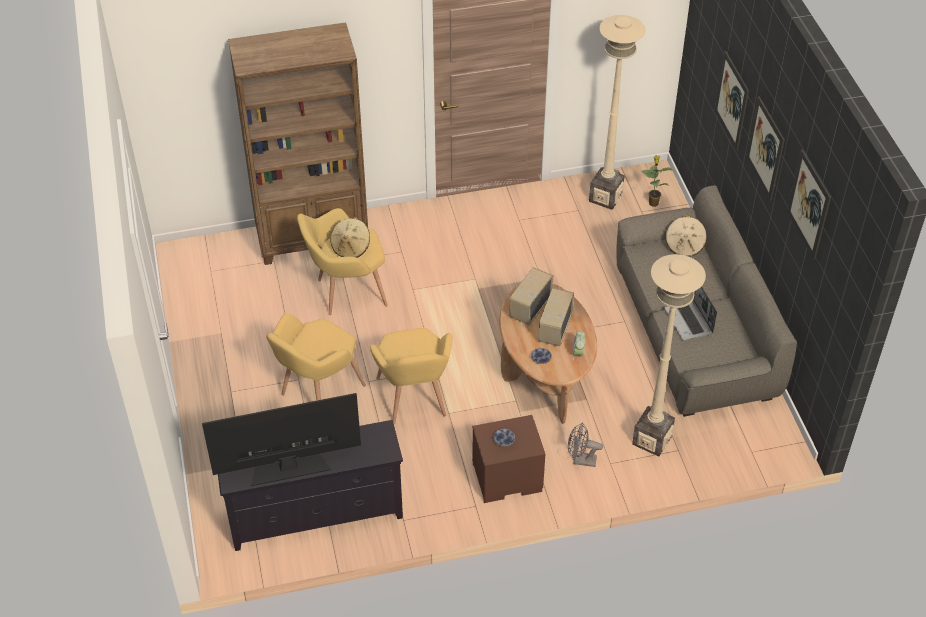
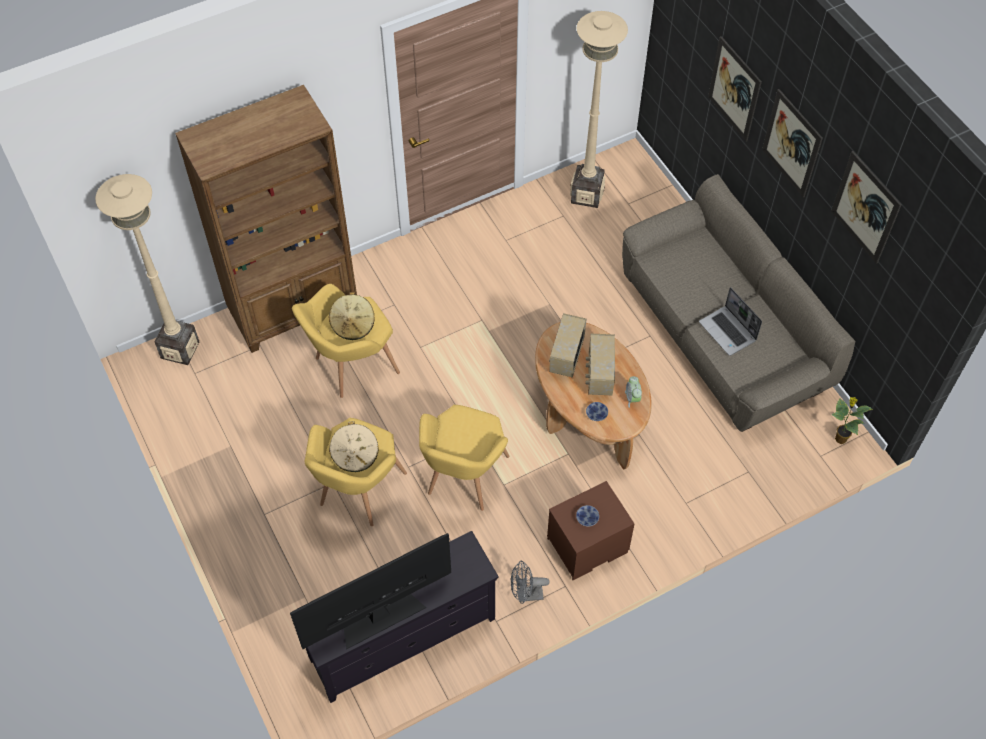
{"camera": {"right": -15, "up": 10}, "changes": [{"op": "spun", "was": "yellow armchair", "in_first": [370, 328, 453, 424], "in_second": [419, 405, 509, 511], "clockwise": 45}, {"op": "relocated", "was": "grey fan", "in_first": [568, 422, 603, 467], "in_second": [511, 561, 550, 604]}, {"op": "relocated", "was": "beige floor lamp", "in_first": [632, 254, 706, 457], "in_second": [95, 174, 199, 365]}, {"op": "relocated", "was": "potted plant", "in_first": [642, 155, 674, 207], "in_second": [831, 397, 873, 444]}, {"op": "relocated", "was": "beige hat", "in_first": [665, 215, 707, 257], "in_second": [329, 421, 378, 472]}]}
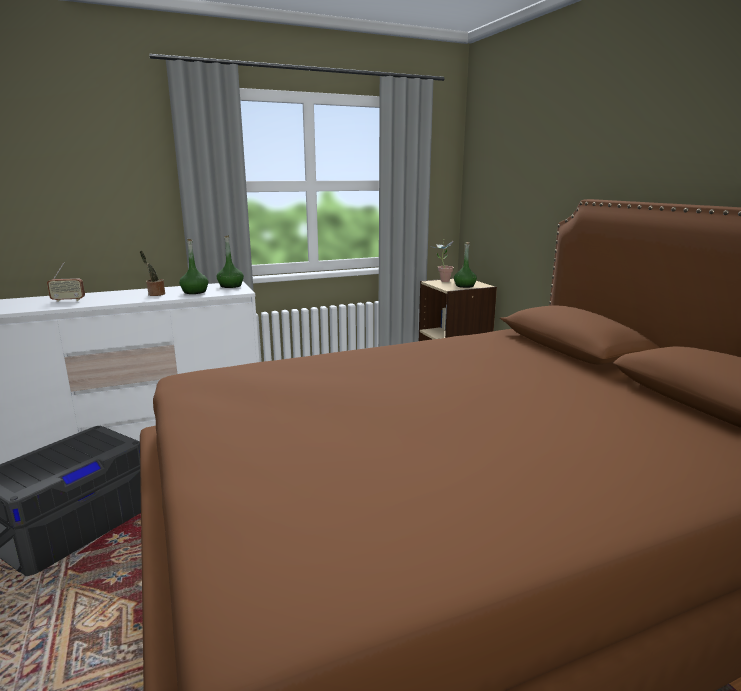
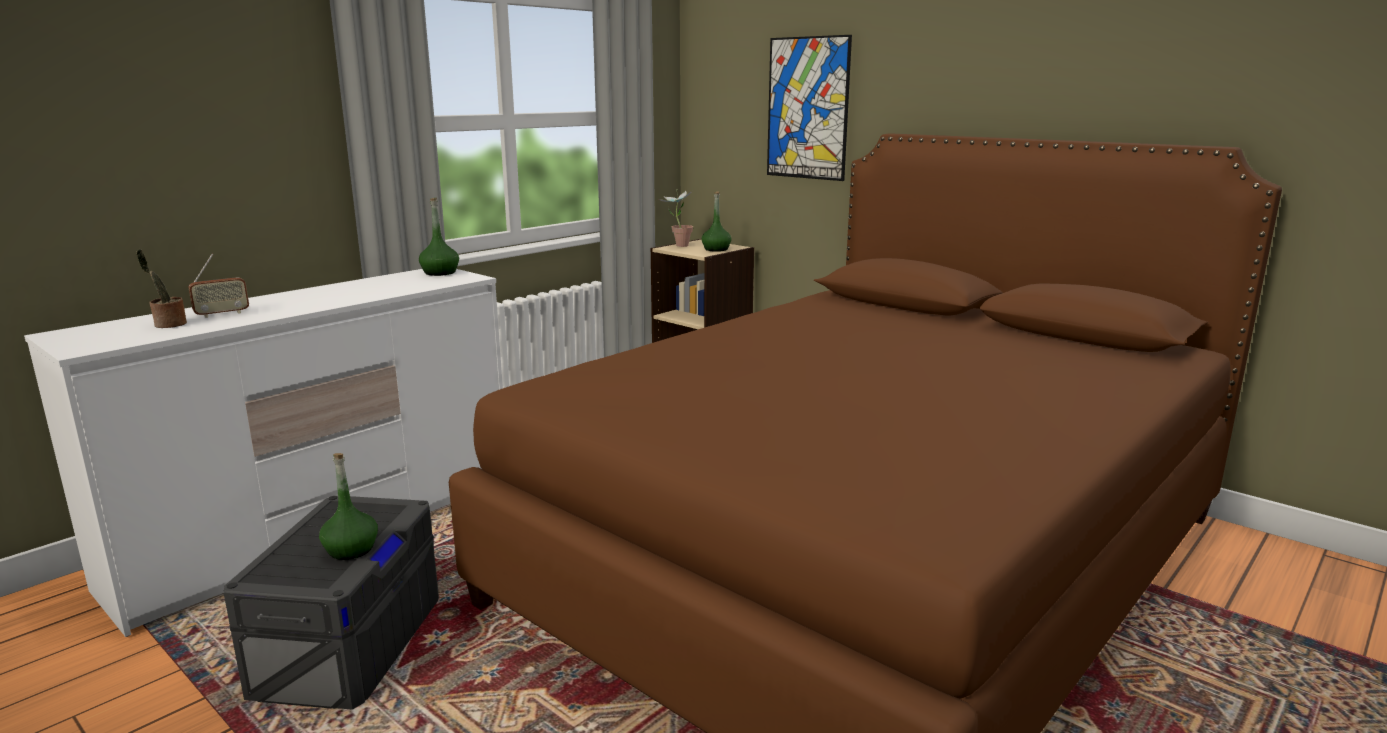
{"camera": {"right": -25, "up": 0}, "changes": [{"op": "relocated", "was": "potted plant", "in_first": [140, 250, 165, 296], "in_second": [136, 249, 187, 328]}, {"op": "relocated", "was": "green bottle", "in_first": [179, 239, 208, 294], "in_second": [319, 453, 378, 560]}, {"op": "appeared", "now": "picture", "in_second": [767, 35, 852, 181]}]}
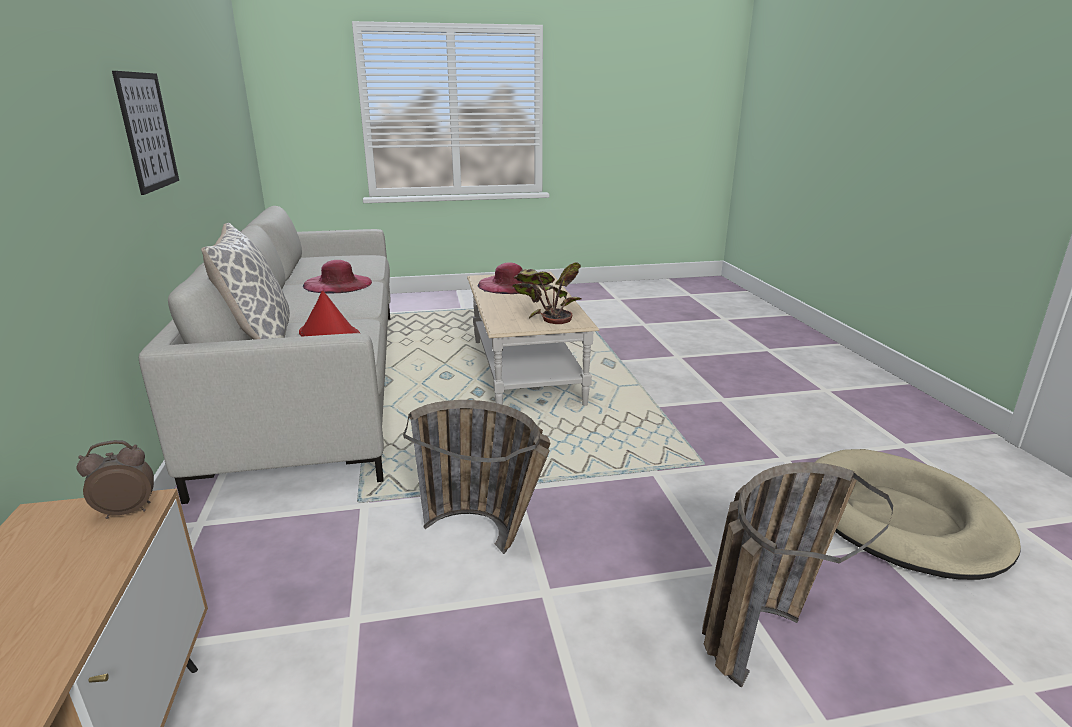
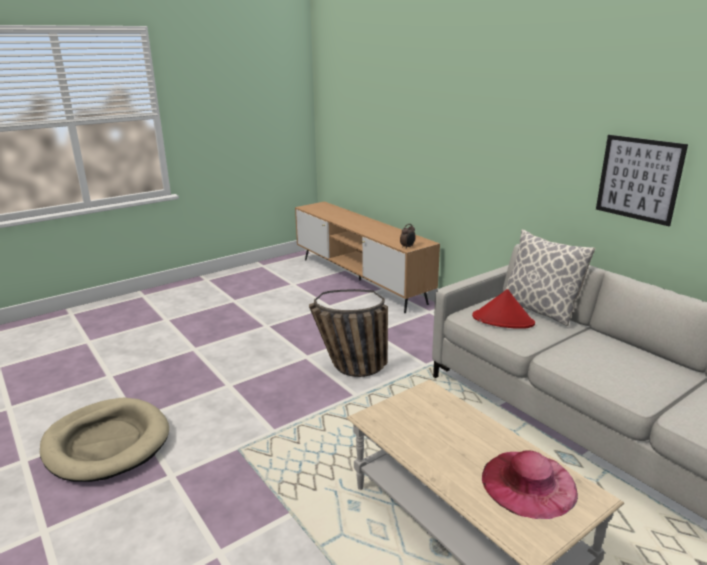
{"camera": {"right": 155, "up": 0}, "changes": [{"op": "missing", "was": "pink hat", "in_first": [303, 260, 372, 294]}, {"op": "missing", "was": "potted plant", "in_first": [512, 262, 581, 324]}, {"op": "missing", "was": "basket", "in_first": [702, 462, 893, 687]}]}
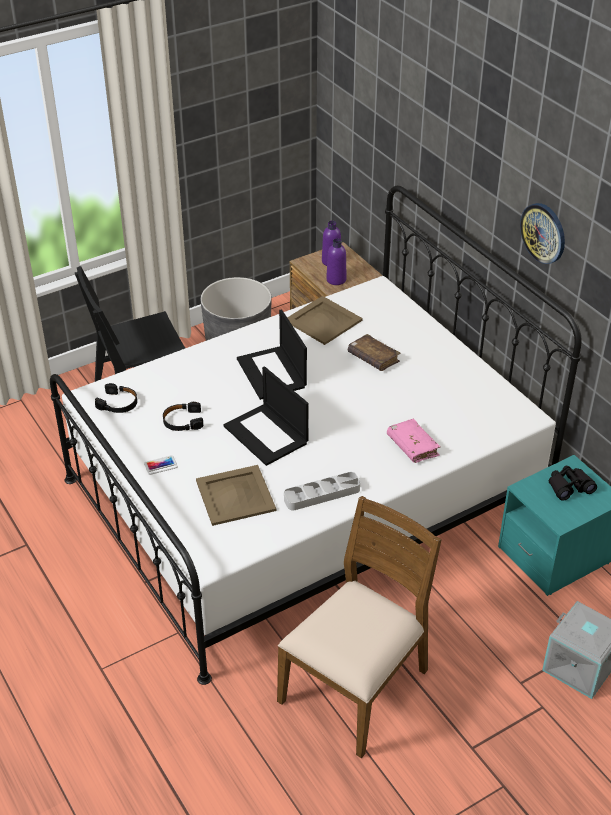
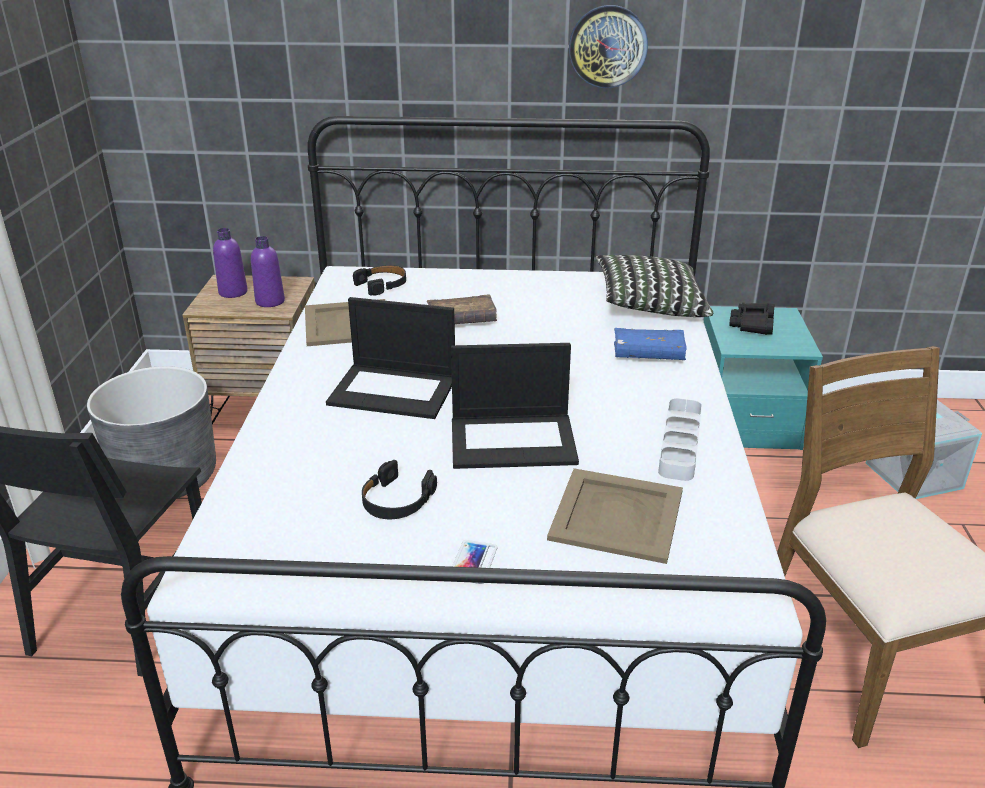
{"camera": {"right": -55, "up": -10}, "changes": [{"op": "relocated", "was": "black headphones", "in_first": [95, 383, 137, 413], "in_second": [353, 265, 406, 296]}, {"op": "colour", "was": "pink book", "now": "blue book", "in_first": [387, 419, 441, 463], "in_second": [614, 328, 687, 360]}, {"op": "appeared", "now": "pillow", "in_second": [596, 255, 713, 317]}]}
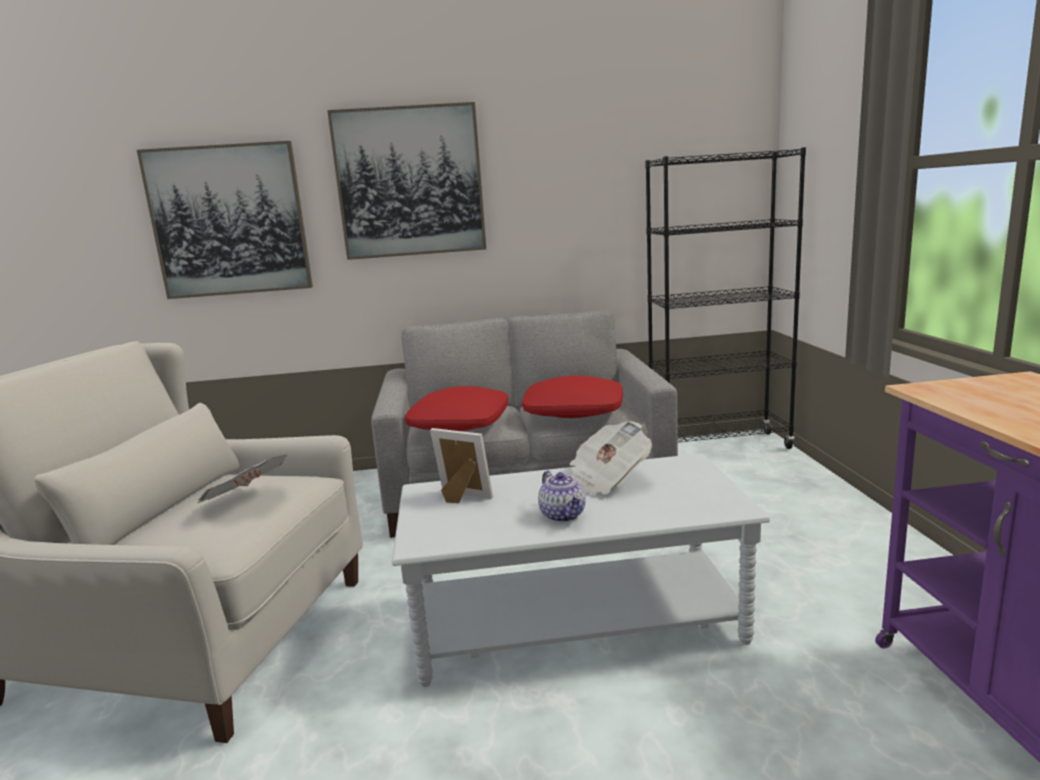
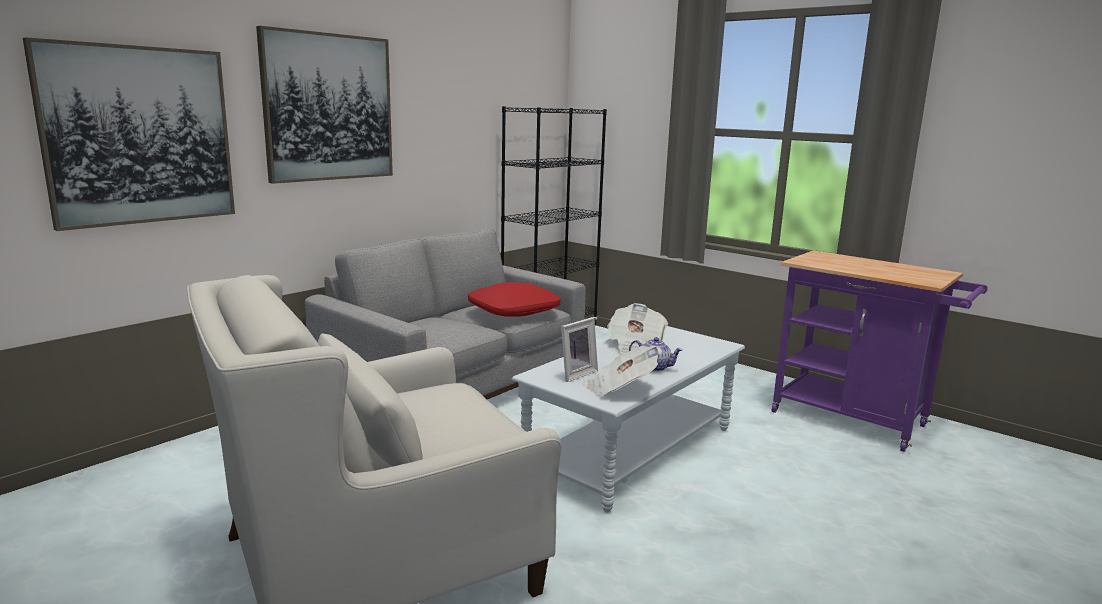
{"camera": {"right": -45, "up": 0}, "changes": [{"op": "relocated", "was": "newspaper", "in_first": [197, 454, 287, 503], "in_second": [583, 346, 662, 396]}, {"op": "missing", "was": "red pillow", "in_first": [405, 386, 508, 431]}, {"op": "spun", "was": "picture frame", "in_first": [430, 428, 493, 503], "in_second": [561, 317, 598, 382], "clockwise": 150}]}
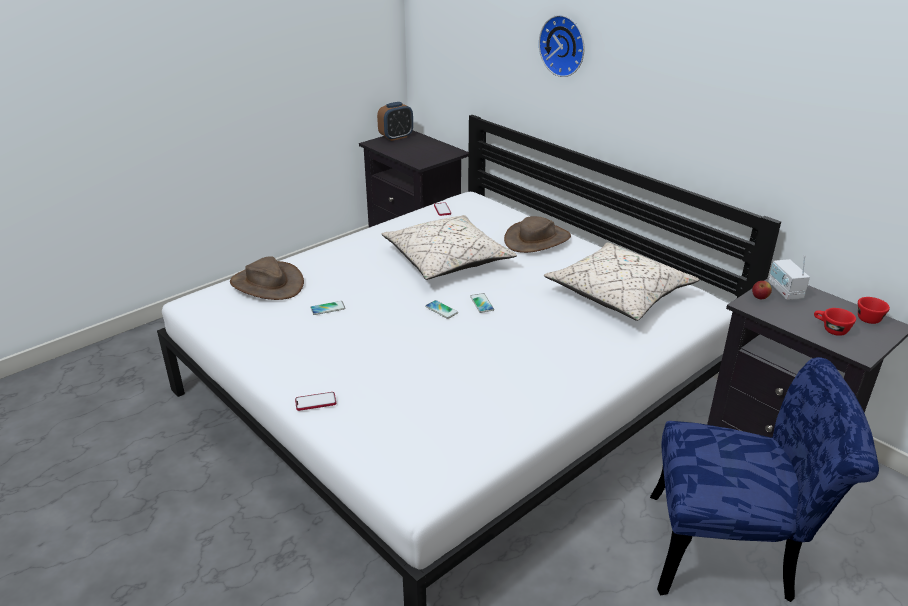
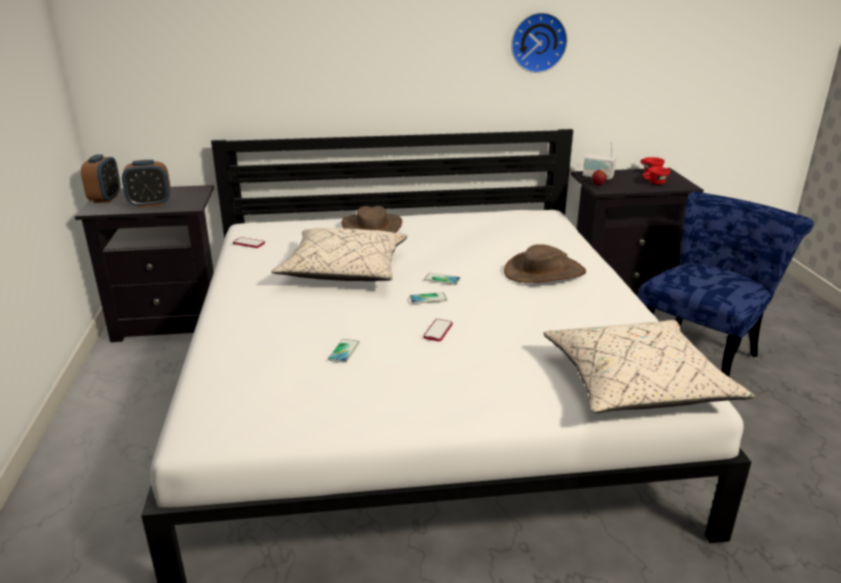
{"camera": {"right": -55, "up": -5}, "changes": [{"op": "relocated", "was": "brown hat", "in_first": [230, 256, 304, 300], "in_second": [504, 244, 586, 283]}, {"op": "relocated", "was": "phone", "in_first": [295, 392, 336, 411], "in_second": [423, 319, 453, 341]}, {"op": "relocated", "was": "wall clock", "in_first": [539, 15, 584, 77], "in_second": [511, 12, 568, 73]}, {"op": "relocated", "was": "beige pillow", "in_first": [544, 242, 700, 321], "in_second": [543, 320, 754, 413]}, {"op": "appeared", "now": "alarm clock", "in_second": [122, 160, 171, 208]}]}
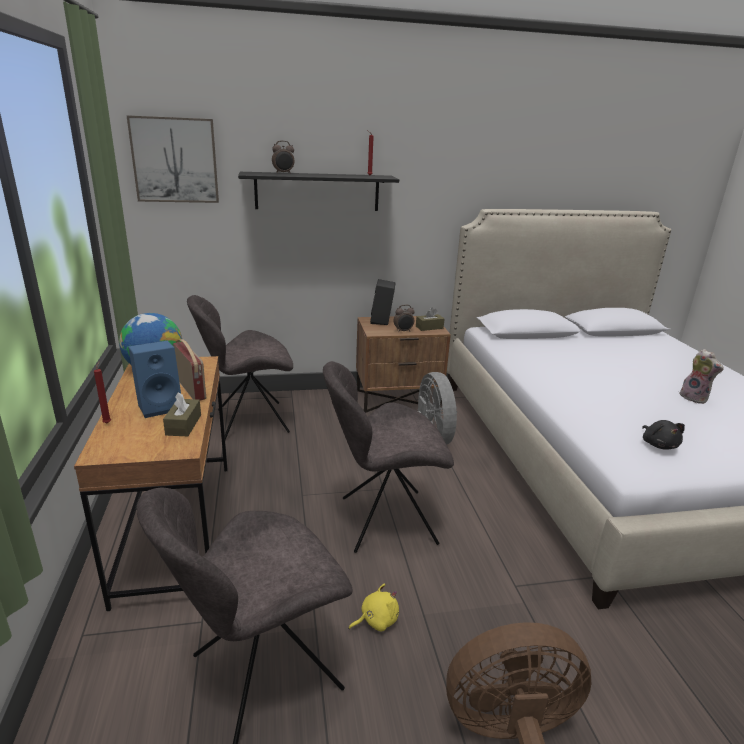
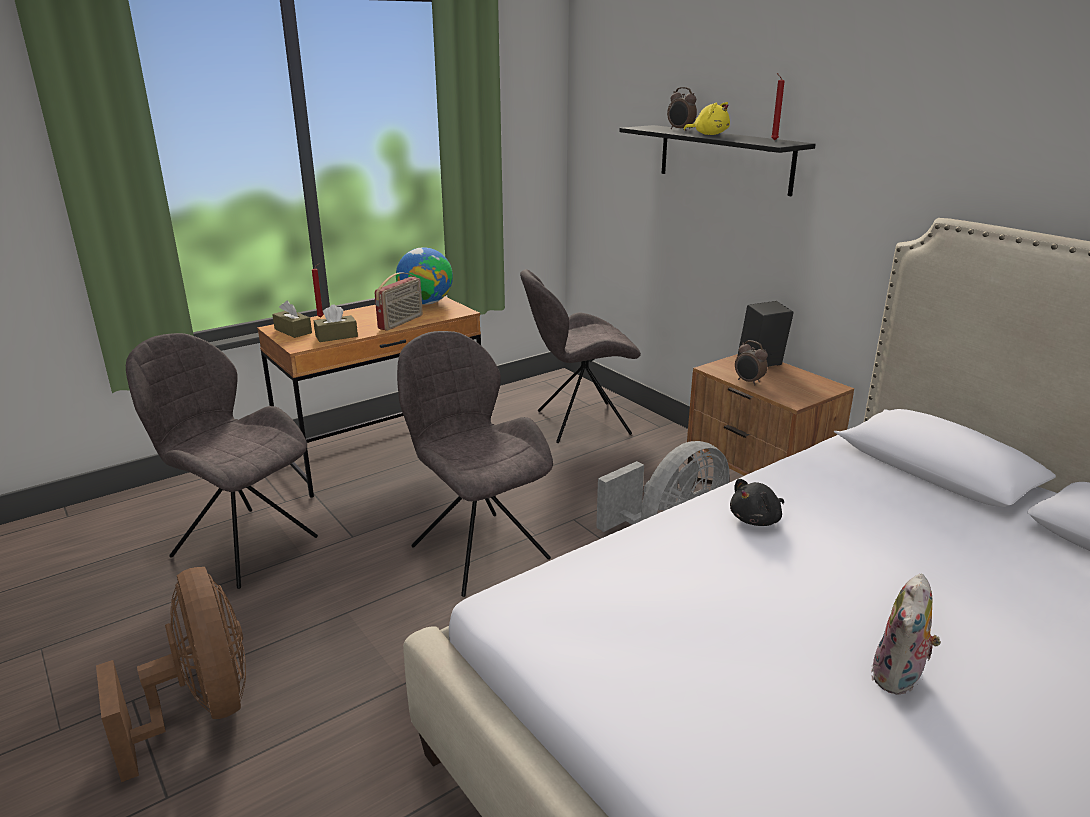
{"camera": {"right": 65, "up": 0}, "changes": [{"op": "missing", "was": "picture", "in_first": [127, 115, 219, 203]}, {"op": "missing", "was": "blue speaker", "in_first": [128, 340, 181, 418]}, {"op": "spun", "was": "grey chair", "in_first": [187, 295, 293, 440], "in_second": [520, 269, 641, 443], "clockwise": -60}, {"op": "relocated", "was": "yellow plush toy", "in_first": [349, 583, 399, 631], "in_second": [683, 102, 730, 135]}, {"op": "relocated", "was": "brown tissue box", "in_first": [416, 308, 444, 331], "in_second": [272, 300, 312, 338]}, {"op": "relocated", "was": "black plush toy", "in_first": [642, 420, 685, 450], "in_second": [730, 479, 784, 526]}]}
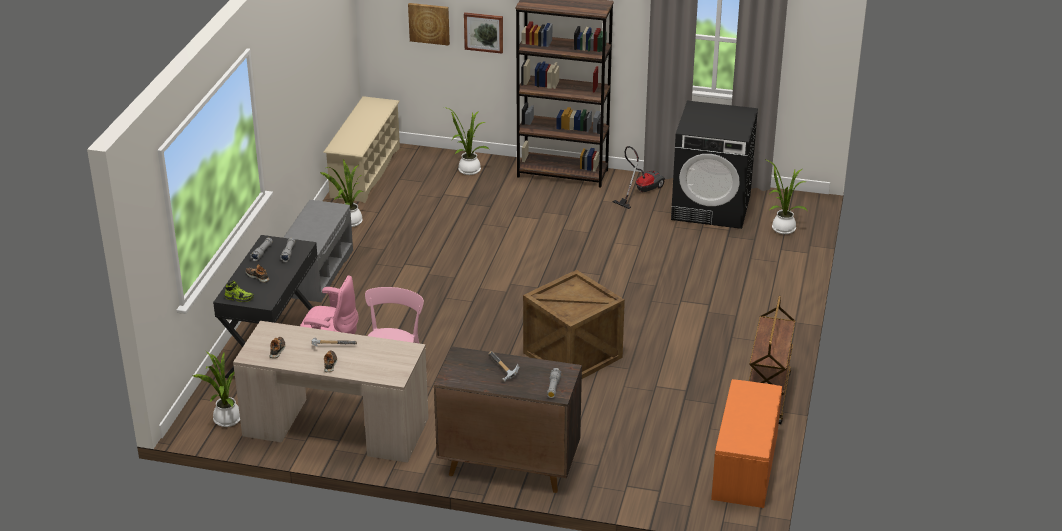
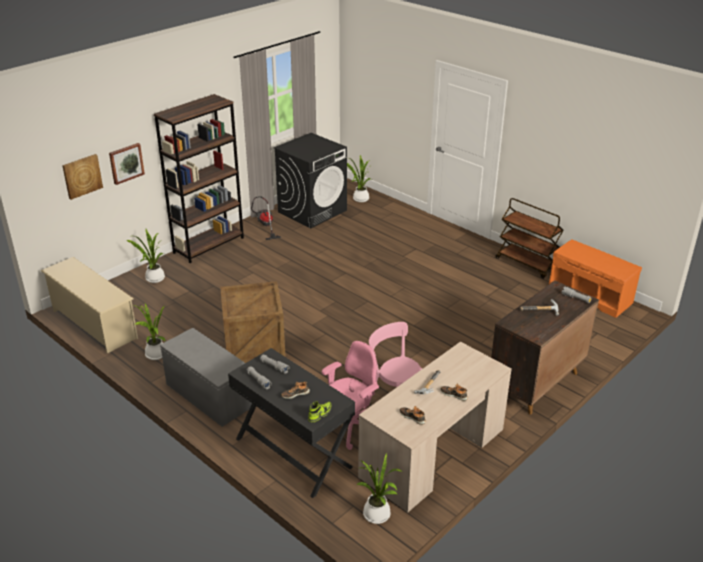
{"camera": {"right": -60, "up": 0}, "changes": [{"op": "relocated", "was": "crate", "in_first": [523, 270, 625, 379], "in_second": [220, 281, 286, 363]}]}
